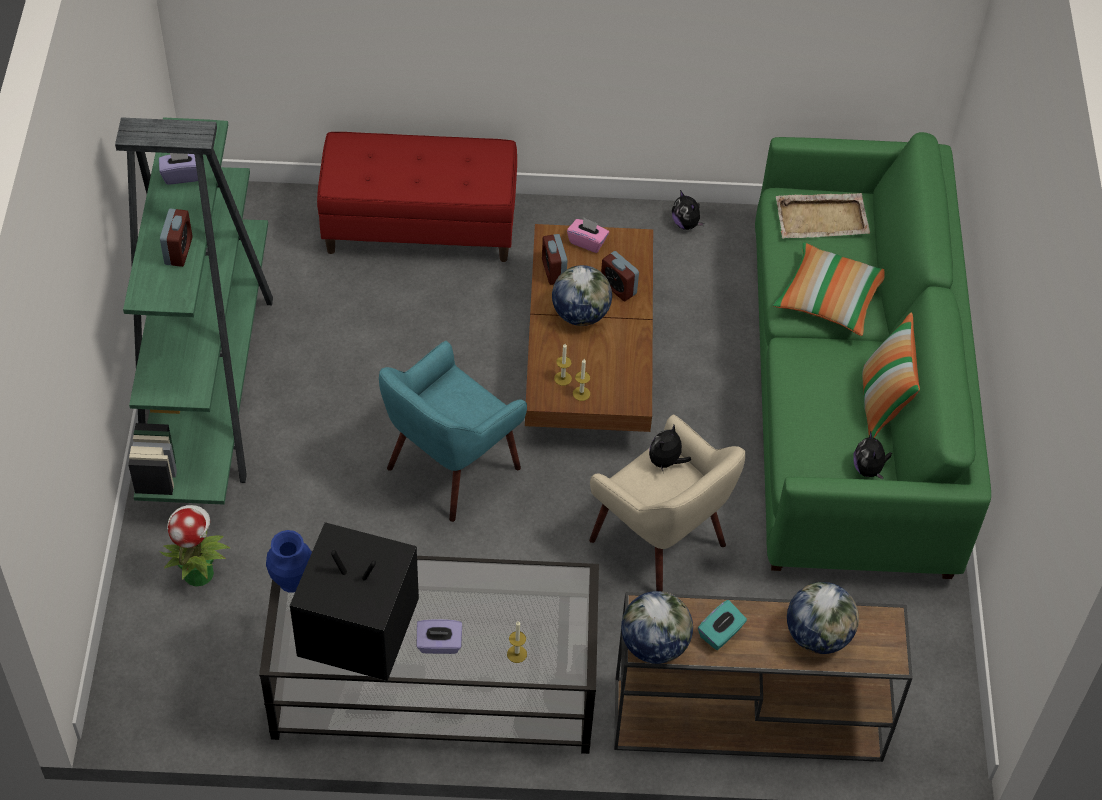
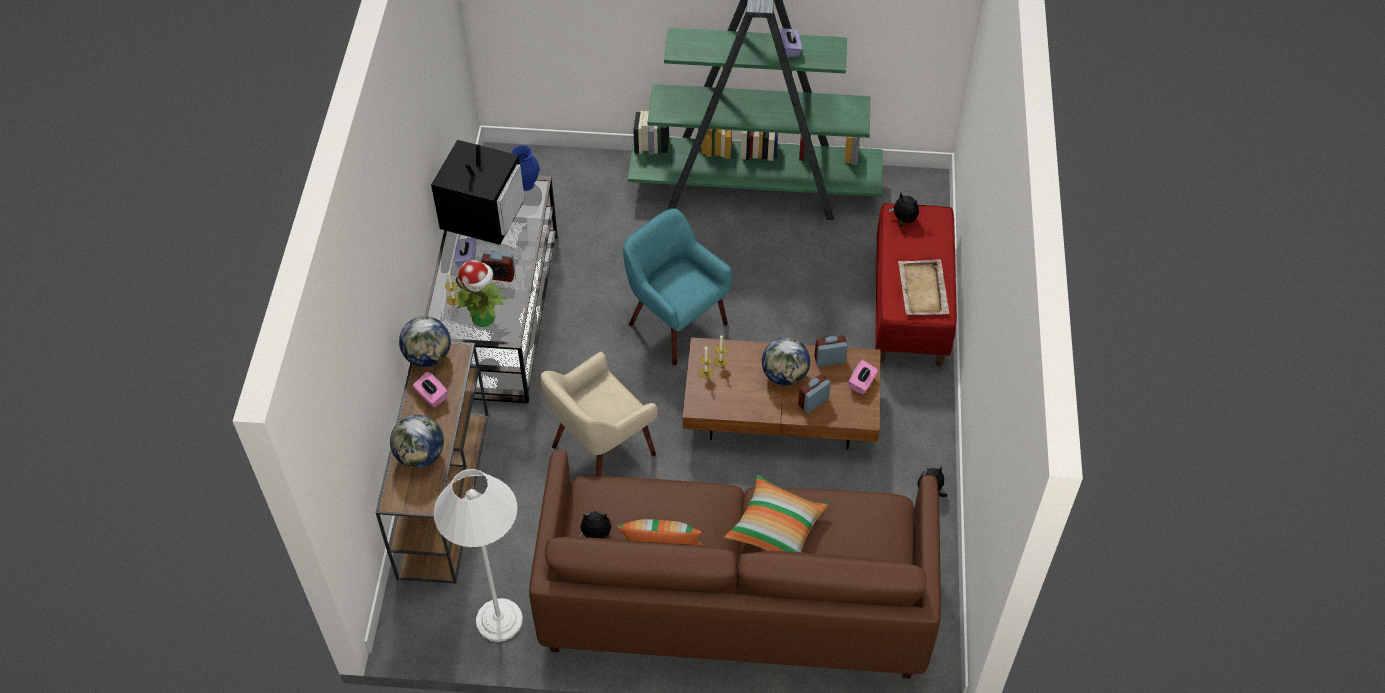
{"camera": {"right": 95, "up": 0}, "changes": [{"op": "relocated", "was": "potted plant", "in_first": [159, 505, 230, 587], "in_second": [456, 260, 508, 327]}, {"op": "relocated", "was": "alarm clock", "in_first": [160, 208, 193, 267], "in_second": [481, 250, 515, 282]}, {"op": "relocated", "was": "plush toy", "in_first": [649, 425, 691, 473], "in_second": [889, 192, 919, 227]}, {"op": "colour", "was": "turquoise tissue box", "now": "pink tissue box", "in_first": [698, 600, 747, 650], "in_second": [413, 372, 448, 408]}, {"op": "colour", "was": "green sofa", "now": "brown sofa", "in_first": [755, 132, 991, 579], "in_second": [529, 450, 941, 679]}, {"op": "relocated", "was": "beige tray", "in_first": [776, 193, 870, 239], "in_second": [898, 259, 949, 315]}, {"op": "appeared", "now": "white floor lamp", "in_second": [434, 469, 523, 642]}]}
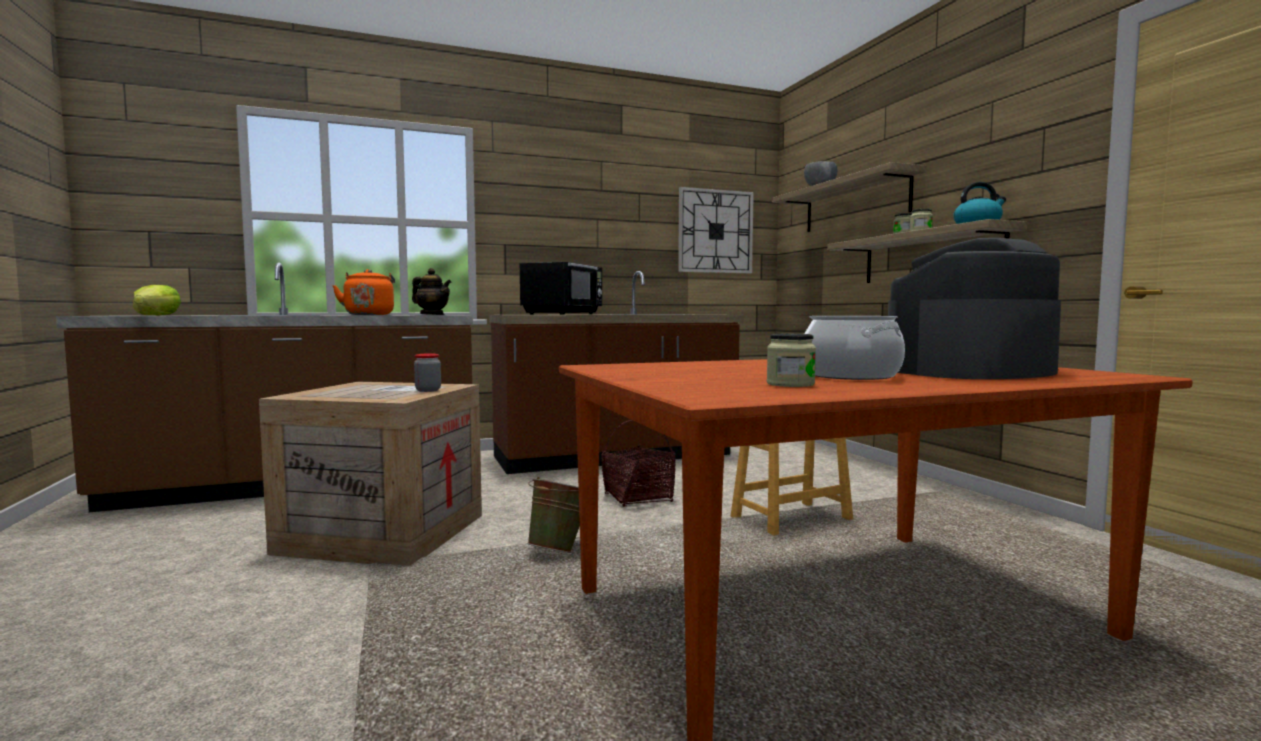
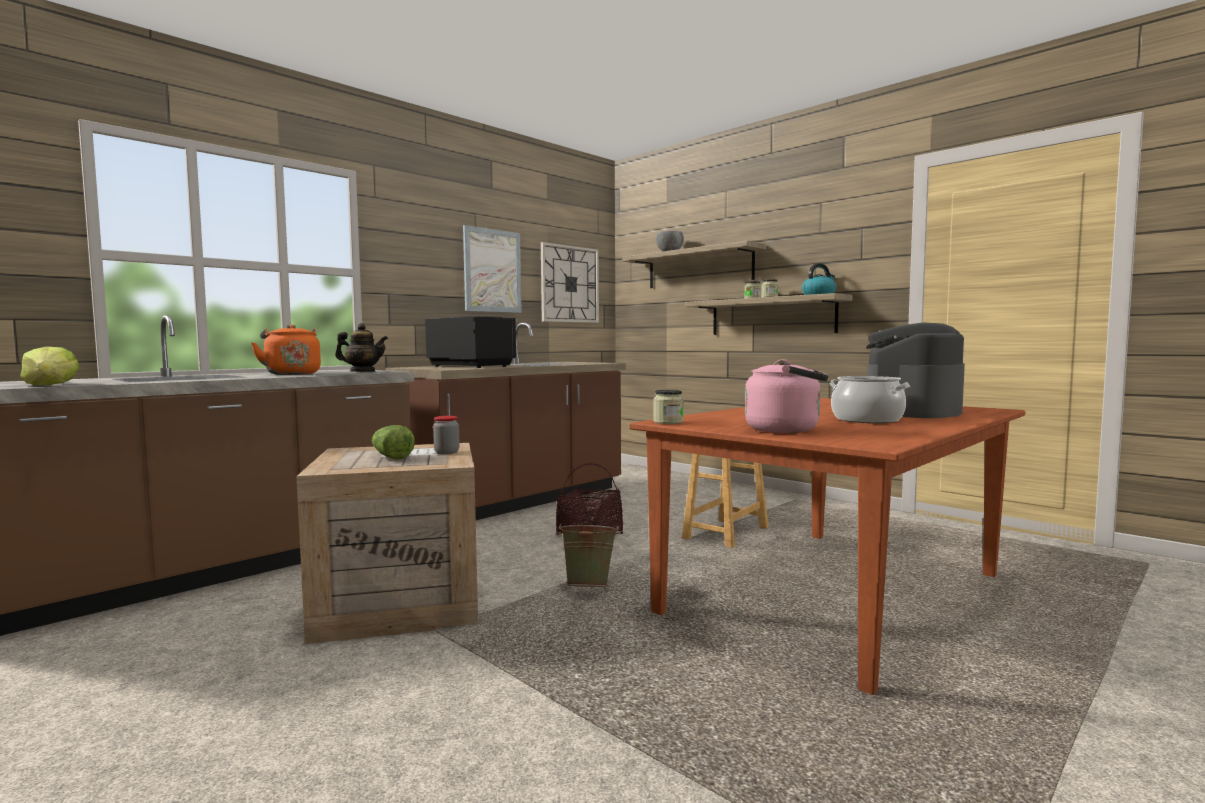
{"camera": {"right": -25, "up": 0}, "changes": [{"op": "spun", "was": "black microwave", "in_first": [520, 262, 602, 315], "in_second": [425, 316, 517, 368], "clockwise": -45}, {"op": "relocated", "was": "jar", "in_first": [767, 334, 816, 387], "in_second": [653, 390, 683, 424]}, {"op": "appeared", "now": "lettuce", "in_second": [372, 425, 415, 460]}, {"op": "appeared", "now": "picture", "in_second": [463, 225, 522, 313]}, {"op": "appeared", "now": "pink kettle", "in_second": [745, 359, 828, 433]}]}
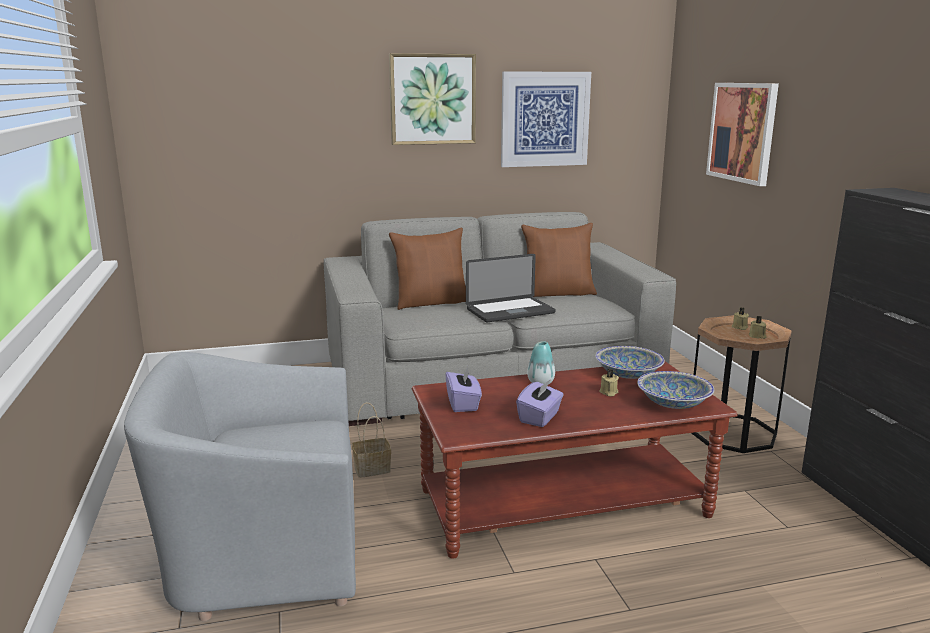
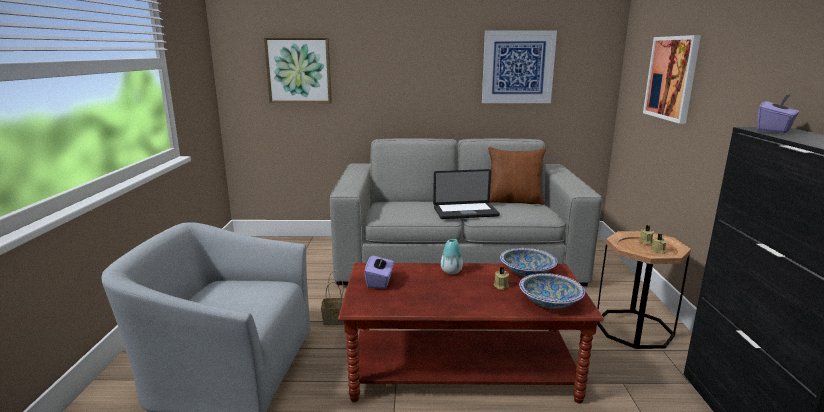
{"camera": {"right": 15, "up": 0}, "changes": [{"op": "relocated", "was": "picture", "in_first": [389, 53, 476, 145], "in_second": [264, 38, 332, 103]}, {"op": "missing", "was": "brown pillow", "in_first": [389, 228, 466, 310]}, {"op": "relocated", "was": "purple tissue box", "in_first": [516, 379, 564, 427], "in_second": [757, 94, 799, 133]}]}
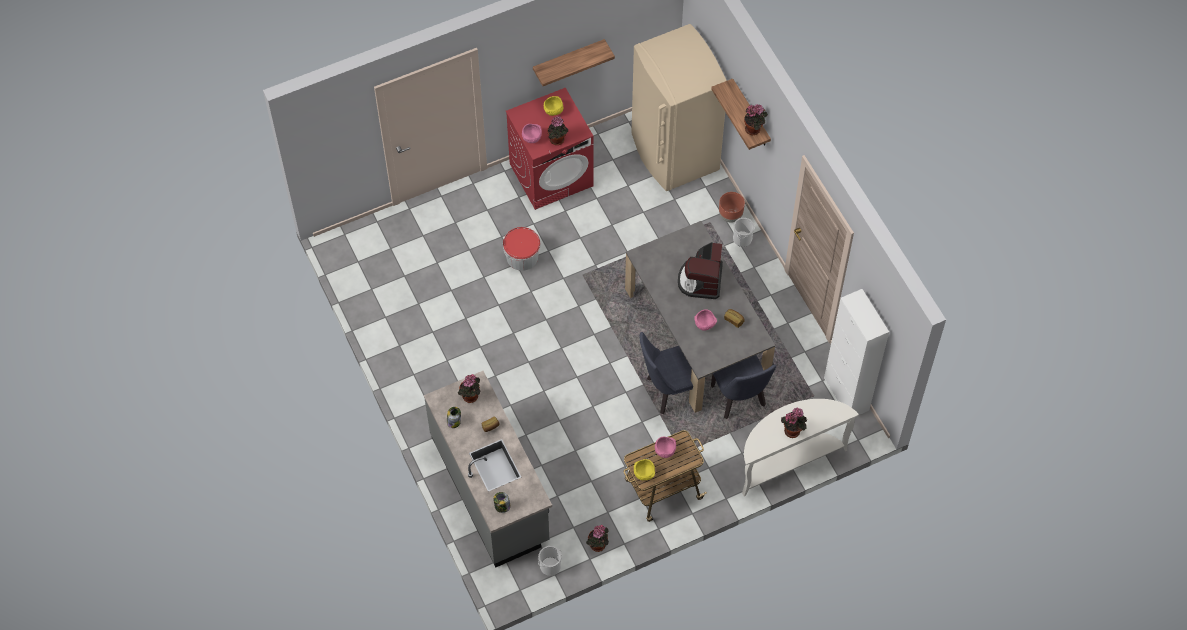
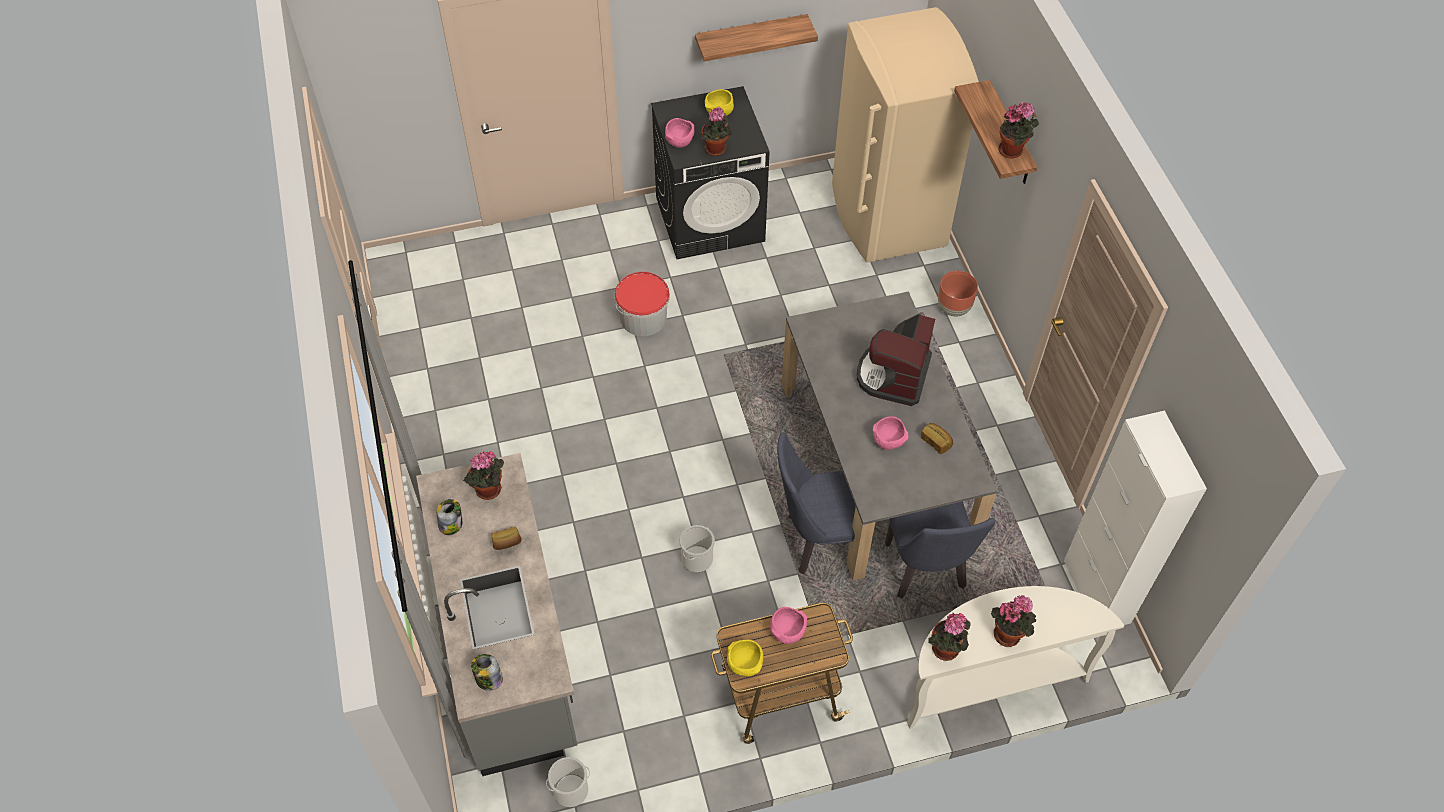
{"camera": {"right": 10, "up": -5}, "changes": [{"op": "colour", "was": "red washing machine", "now": "black washing machine", "in_first": [506, 88, 593, 210], "in_second": [651, 86, 770, 259]}, {"op": "relocated", "was": "potted plant", "in_first": [586, 525, 609, 552], "in_second": [928, 613, 971, 661]}, {"op": "relocated", "was": "bucket", "in_first": [733, 218, 755, 247], "in_second": [679, 525, 715, 572]}]}
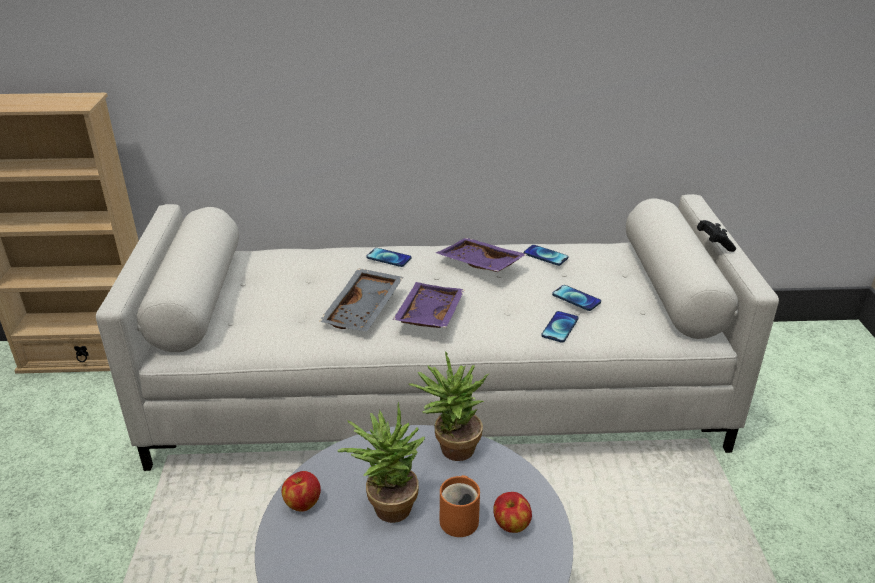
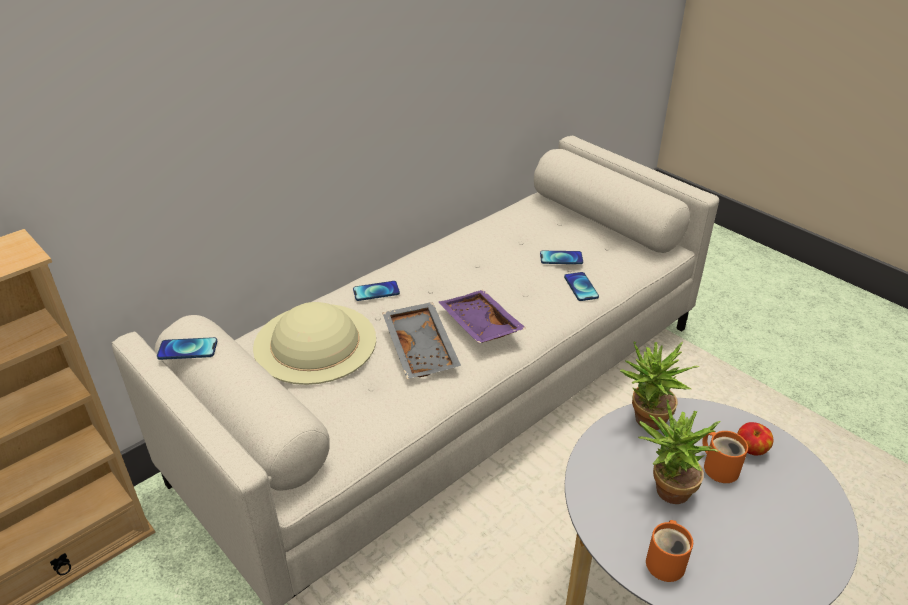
{"camera": {"right": -40, "up": 5}, "changes": [{"op": "missing", "was": "apple", "in_first": [281, 471, 321, 512]}, {"op": "missing", "was": "purple tray", "in_first": [436, 238, 527, 272]}, {"op": "relocated", "was": "phone", "in_first": [524, 245, 568, 266], "in_second": [157, 337, 217, 360]}, {"op": "missing", "was": "black game controller", "in_first": [697, 220, 736, 252]}, {"op": "appeared", "now": "beige hat", "in_second": [253, 302, 376, 385]}, {"op": "appeared", "now": "orange mug", "in_second": [646, 520, 693, 582]}]}
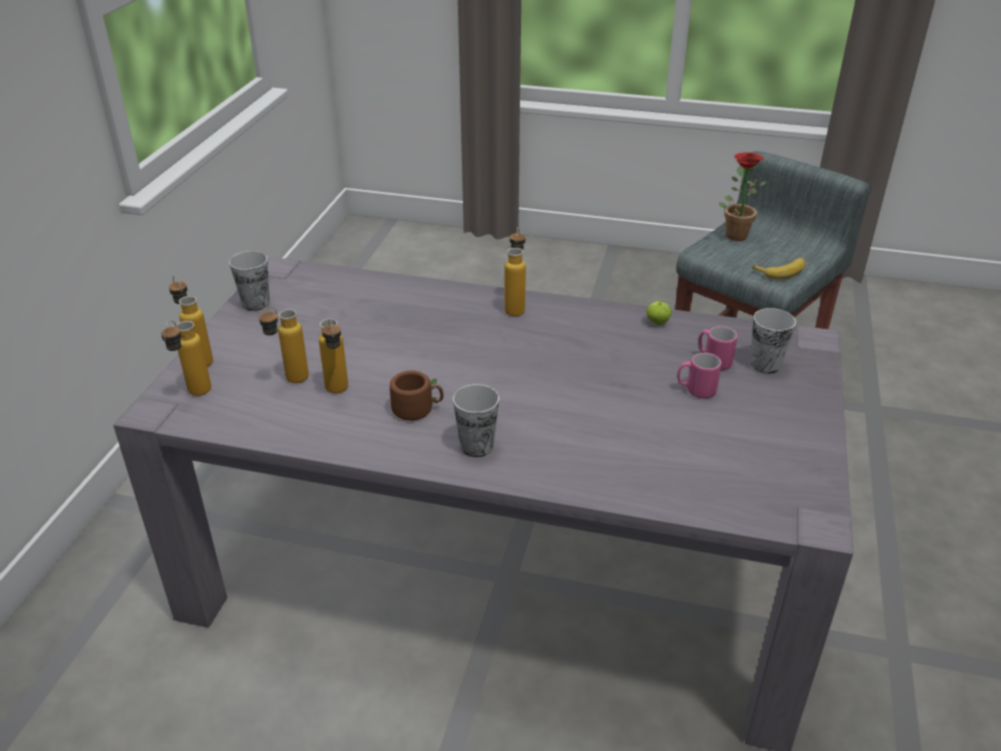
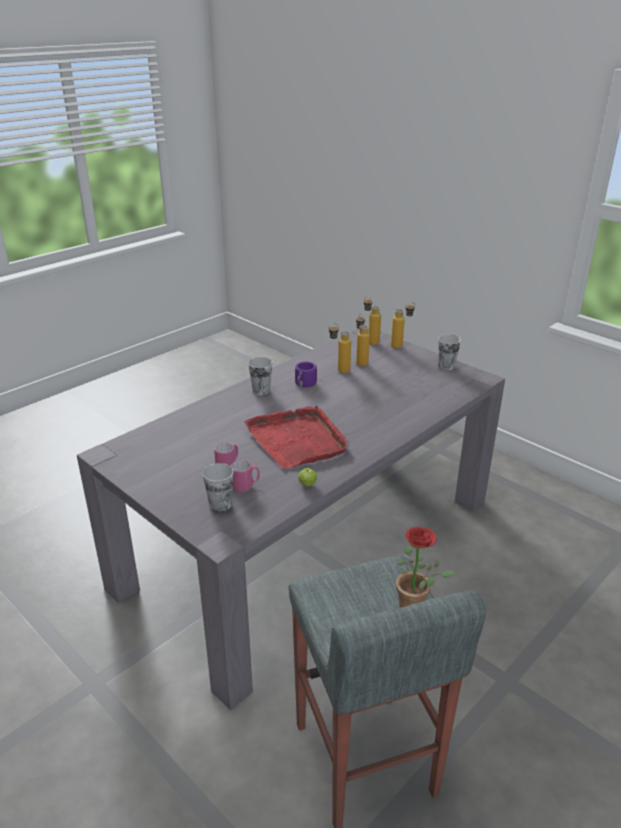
{"camera": {"right": 120, "up": -5}, "changes": [{"op": "colour", "was": "brown mug", "now": "purple mug", "in_first": [390, 370, 444, 421], "in_second": [295, 362, 322, 387]}, {"op": "missing", "was": "bottle", "in_first": [504, 227, 526, 316]}, {"op": "missing", "was": "banana", "in_first": [752, 258, 805, 279]}, {"op": "appeared", "now": "red tray", "in_second": [244, 406, 349, 469]}]}
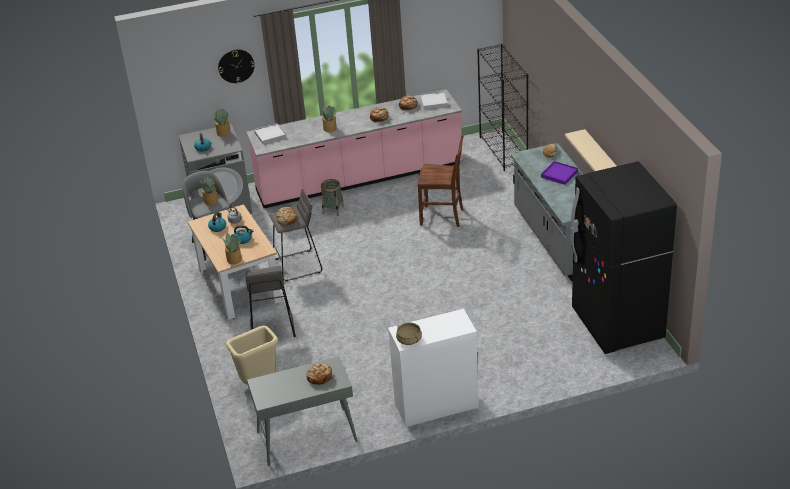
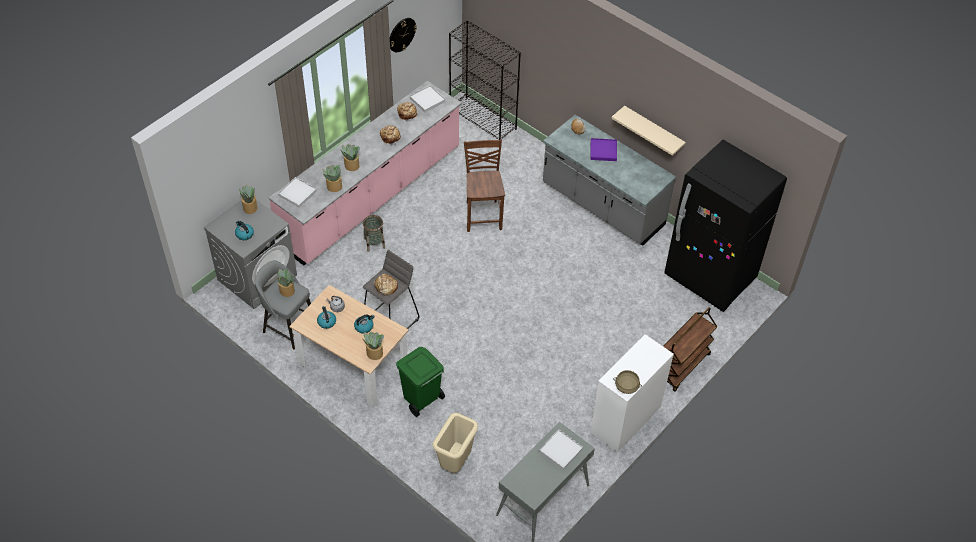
{"camera": {"right": -35, "up": 15}, "changes": [{"op": "relocated", "was": "wall clock", "in_first": [218, 49, 255, 83], "in_second": [390, 18, 417, 52]}, {"op": "exchanged", "was": "grey stool", "now": "green trash can", "in_first": [246, 266, 296, 337], "in_second": [396, 347, 445, 417]}, {"op": "exchanged", "was": "bread", "now": "white tray", "in_first": [306, 363, 335, 385], "in_second": [539, 429, 583, 470]}, {"op": "spun", "was": "brown chair", "in_first": [418, 135, 464, 227], "in_second": [464, 139, 505, 232], "clockwise": -75}, {"op": "appeared", "now": "potted plant", "in_second": [322, 165, 342, 192]}, {"op": "appeared", "now": "brown cart", "in_second": [663, 307, 718, 392]}]}
